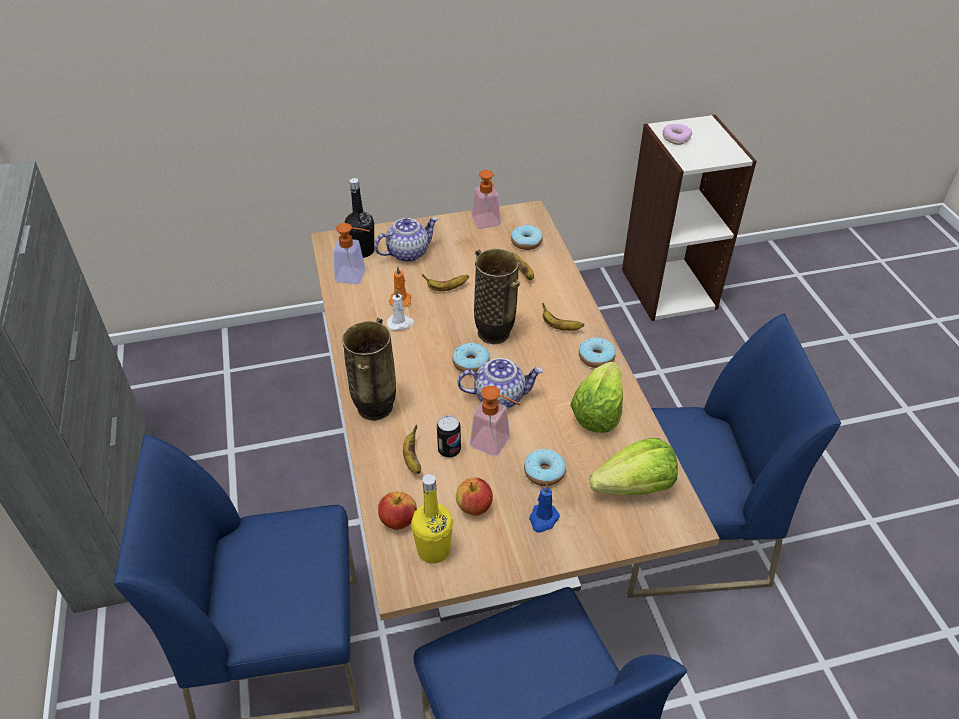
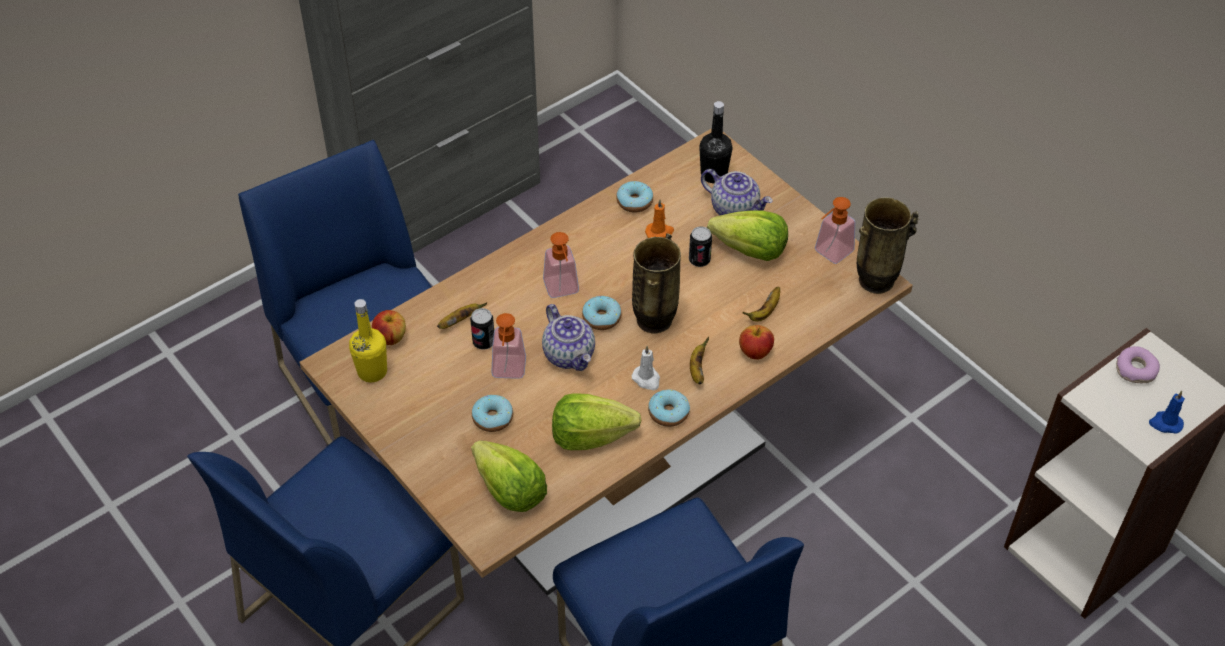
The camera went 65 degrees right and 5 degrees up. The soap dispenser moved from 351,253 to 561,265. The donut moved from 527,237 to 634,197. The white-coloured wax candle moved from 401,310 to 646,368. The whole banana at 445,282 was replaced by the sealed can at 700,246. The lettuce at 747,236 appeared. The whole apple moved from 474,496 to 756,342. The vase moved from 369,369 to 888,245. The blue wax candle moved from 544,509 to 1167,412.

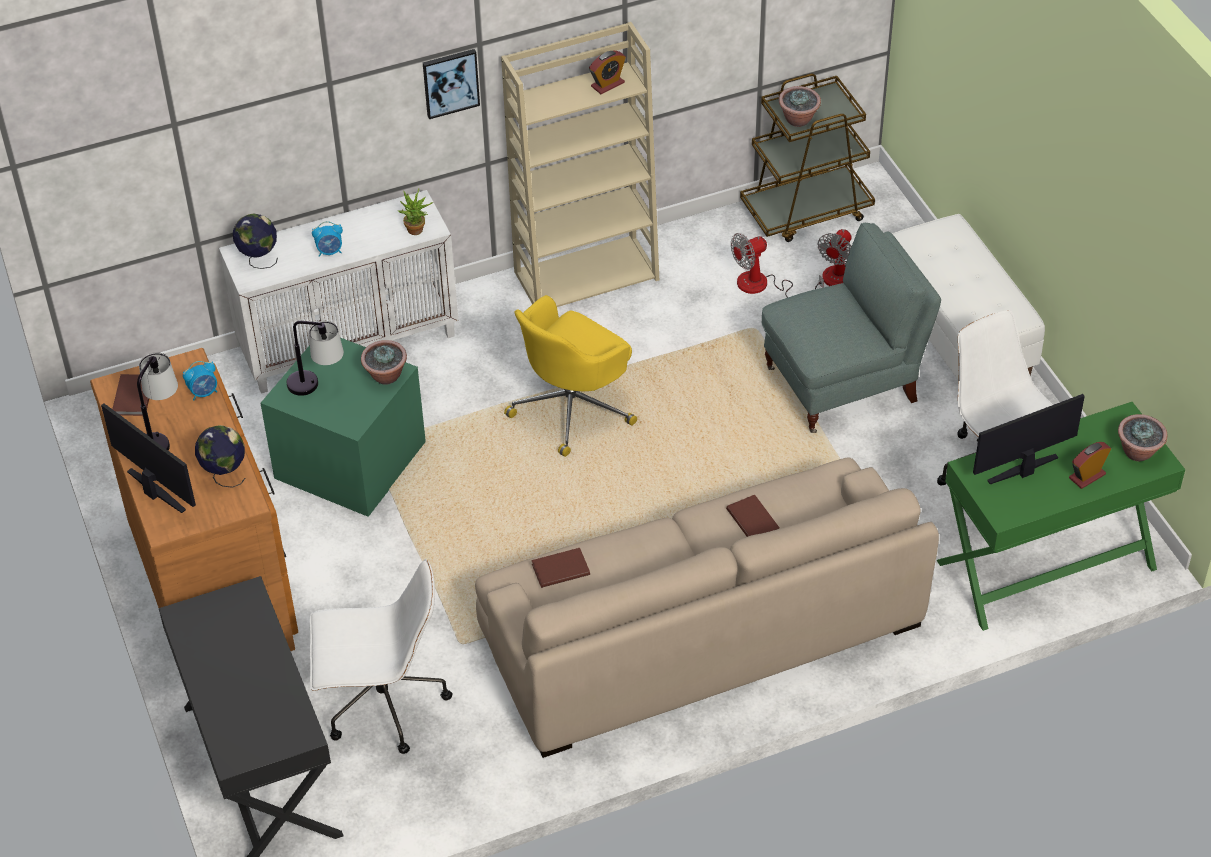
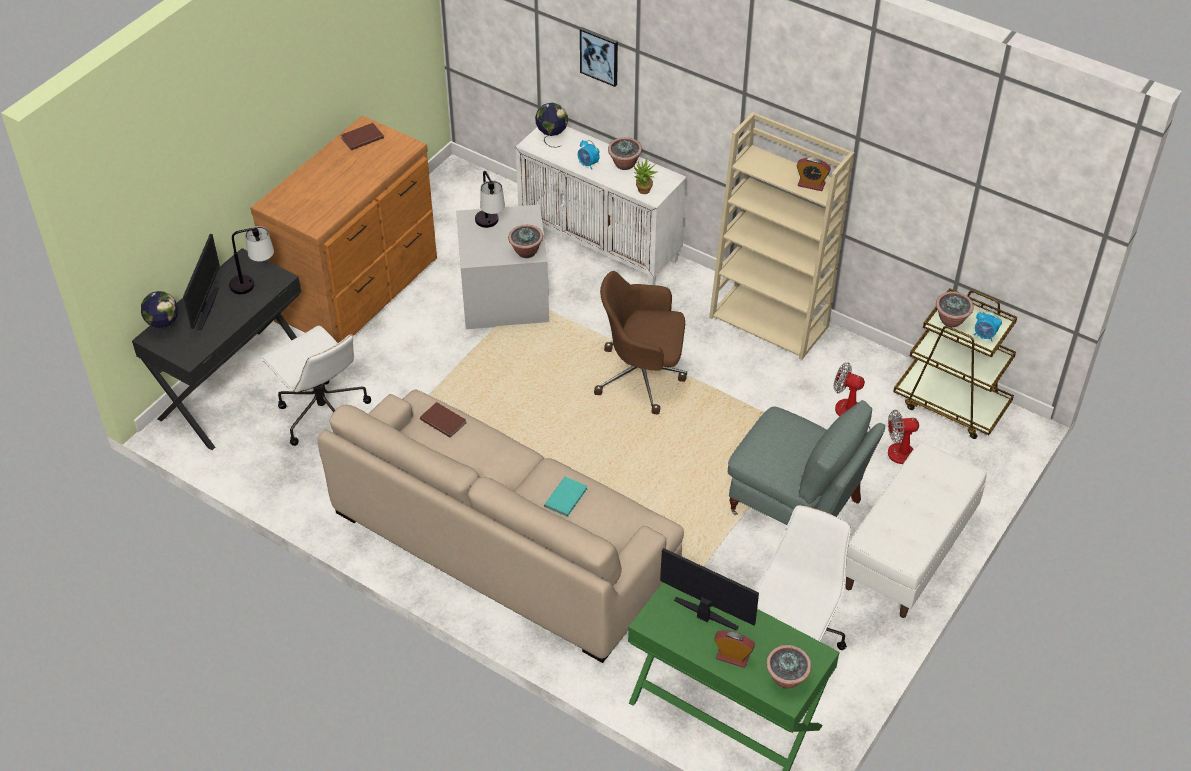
The camera went 55 degrees right and 0 degrees up. The world globe moved from 220,456 to 159,316. The monitor moved from 148,458 to 201,282. The lamp for a table moved from 157,401 to 251,260. The greenish storage bin at 343,427 became the grey storage bin at 502,267. The brownish bound book at 752,516 became the blue-green bound book at 565,497. The wall picture moved from 451,84 to 599,57. The yellowish office chair at 570,376 became the brownish office chair at 640,342. The houseplant at 625,153 appeared. The table clock moved from 200,381 to 988,326.

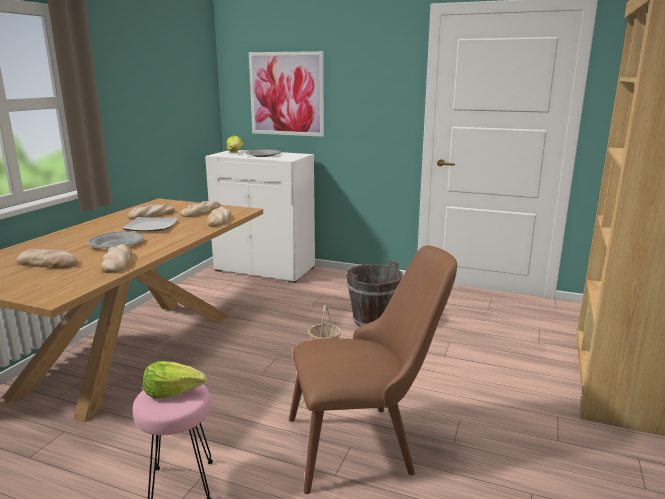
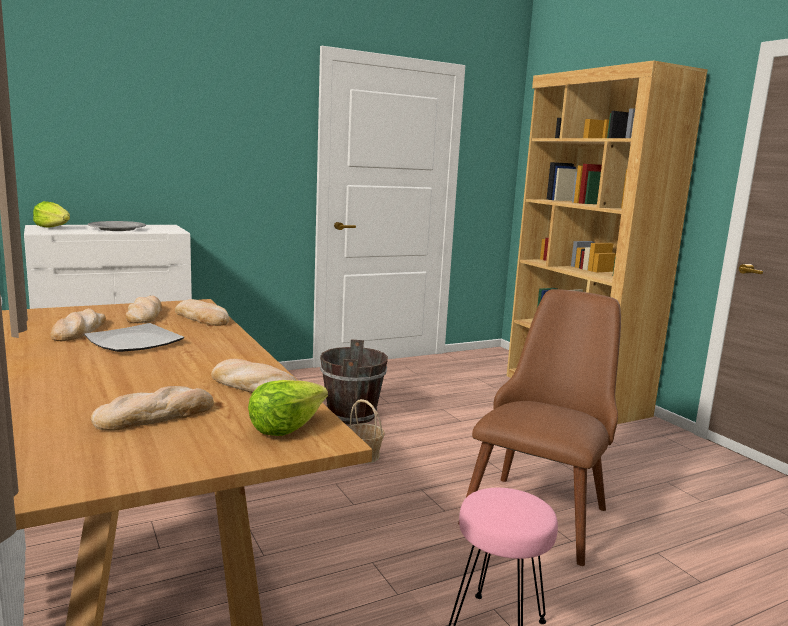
The camera went 50 degrees left and 5 degrees down. The lettuce moved from 174,380 to 288,408. The grey flat dish at 116,240 disappeared. The wall picture at 286,94 disappeared.

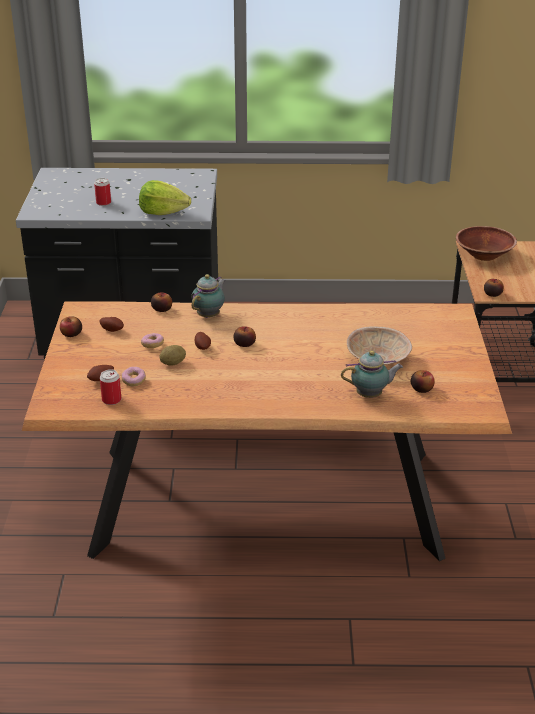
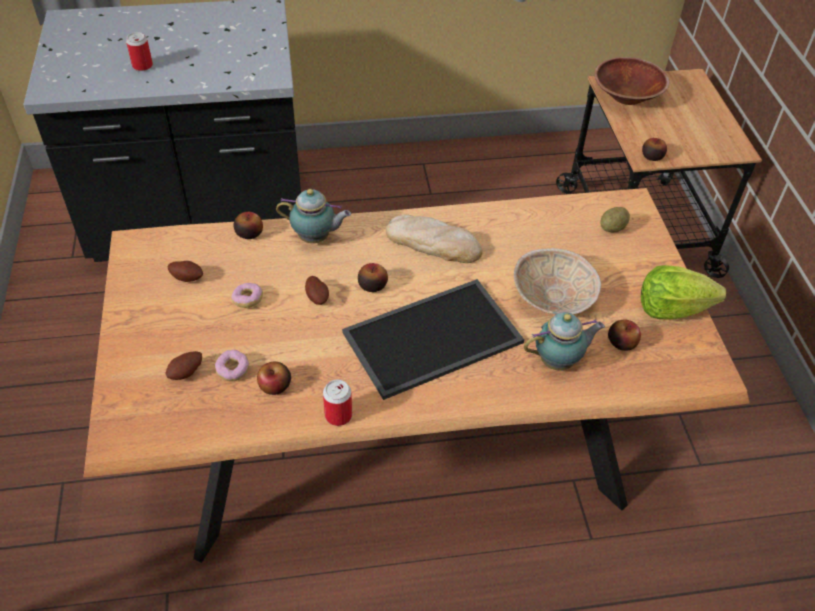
The camera went 10 degrees left and 15 degrees up. The whole apple moved from 71,326 to 274,378. The teapot at 208,296 turned 75 degrees clockwise. The sealed can moved from 110,387 to 337,402. The tray at 433,339 appeared. The bread at 434,238 appeared. The spud moved from 173,355 to 615,219. The lettuce moved from 165,197 to 683,292.

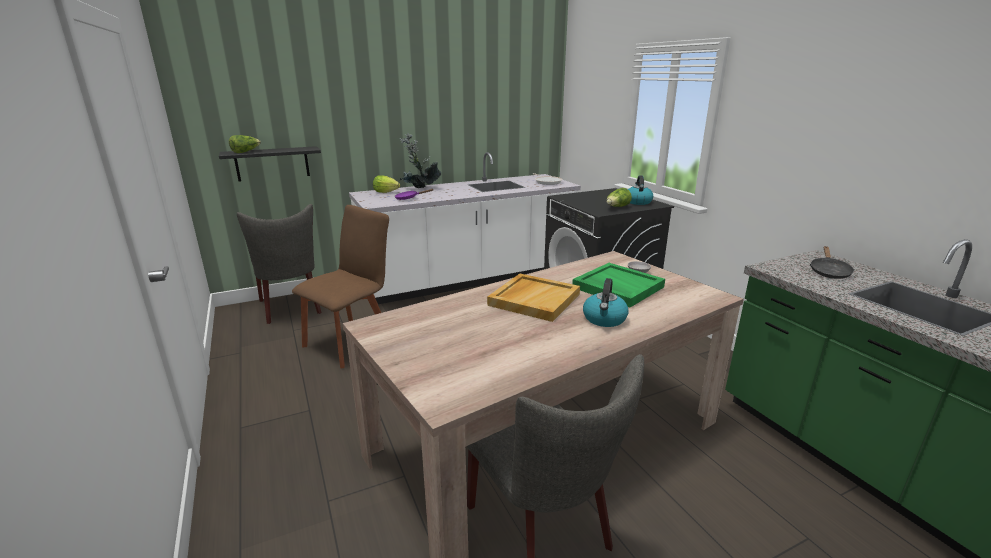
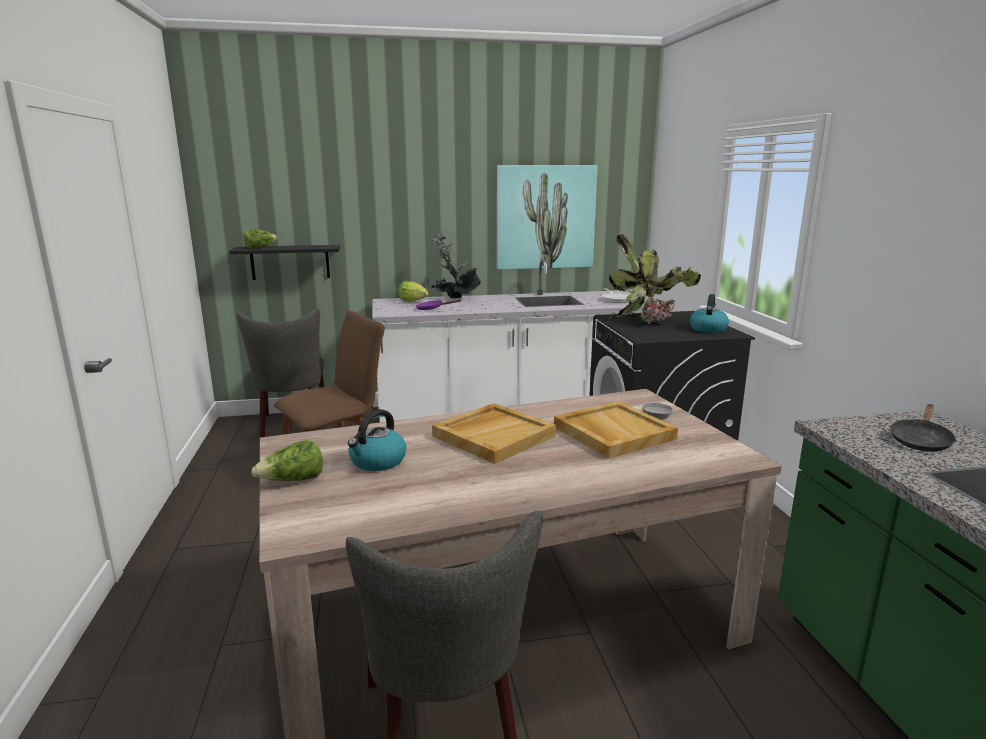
The camera went 15 degrees right and 5 degrees down. The lettuce moved from 619,197 to 287,460. The kettle moved from 606,302 to 377,440. The wall picture at 547,217 appeared. The greenish tray at 618,285 became the beige-coloured tray at 616,430. The houseplant at 655,279 appeared.

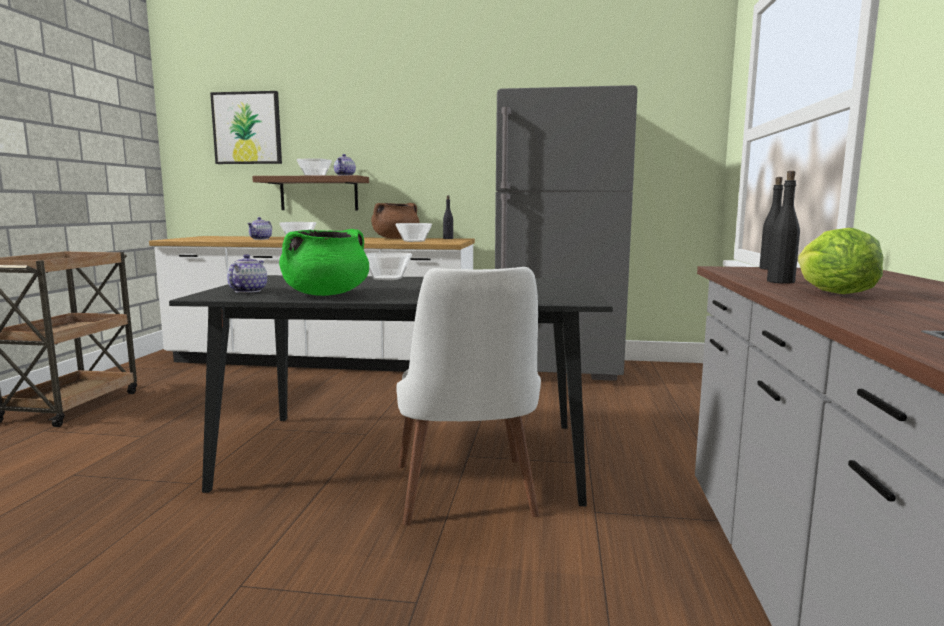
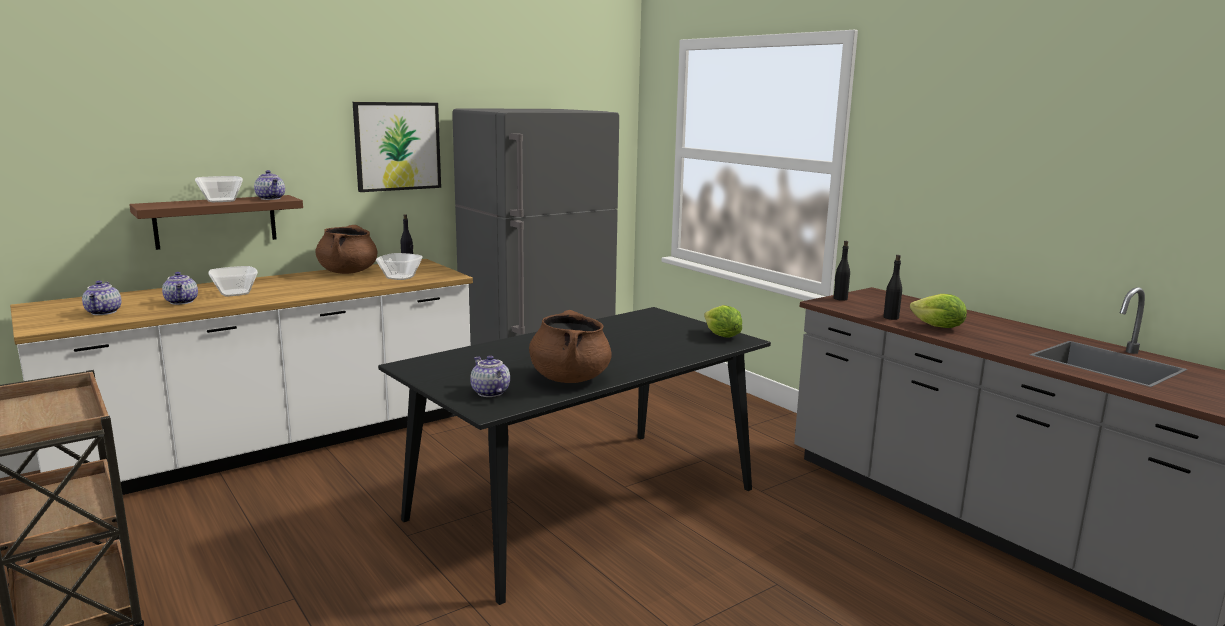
The camera went 45 degrees left and 5 degrees up. The teapot at 101,298 appeared. The wall picture moved from 246,127 to 397,147. The greenish stockpot at 324,262 became the brownish stockpot at 570,346. The lettuce at 723,321 appeared. The bowl at 389,266 disappeared. The white-coloured plain chair at 468,396 disappeared.

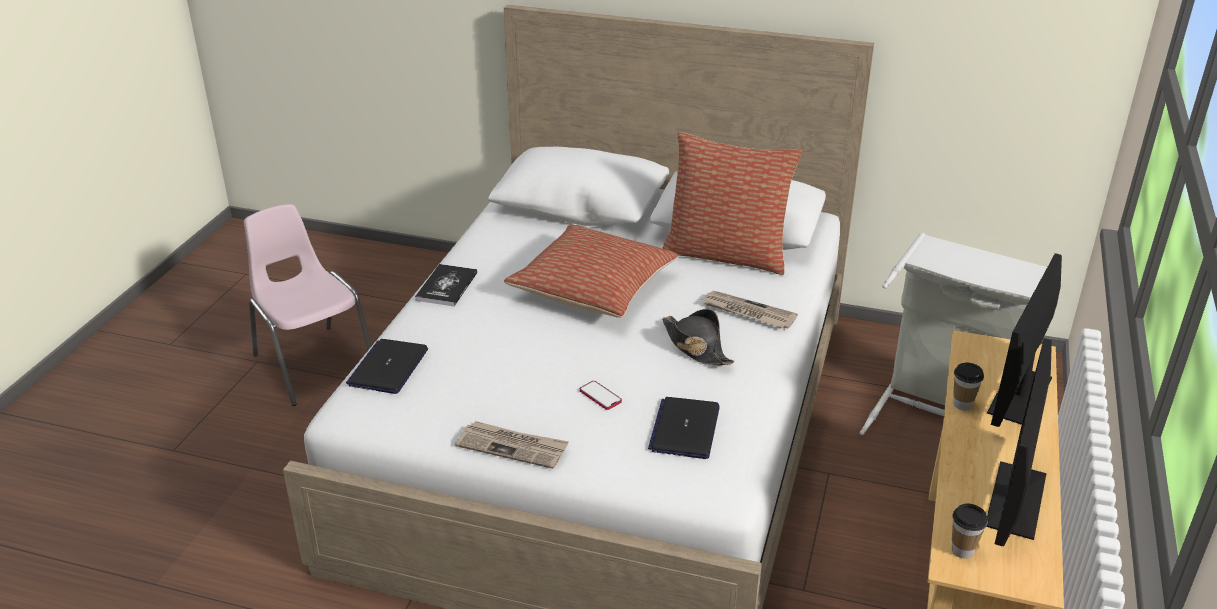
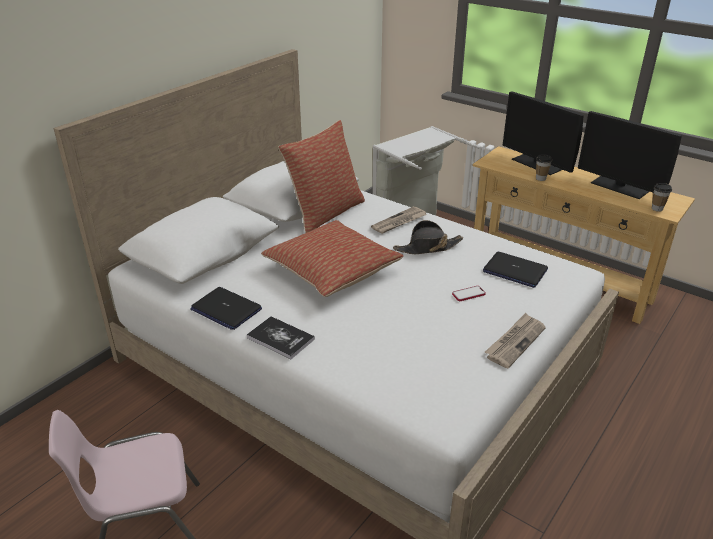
The camera went 70 degrees left and 0 degrees up. The notebook computer moved from 387,366 to 226,308.

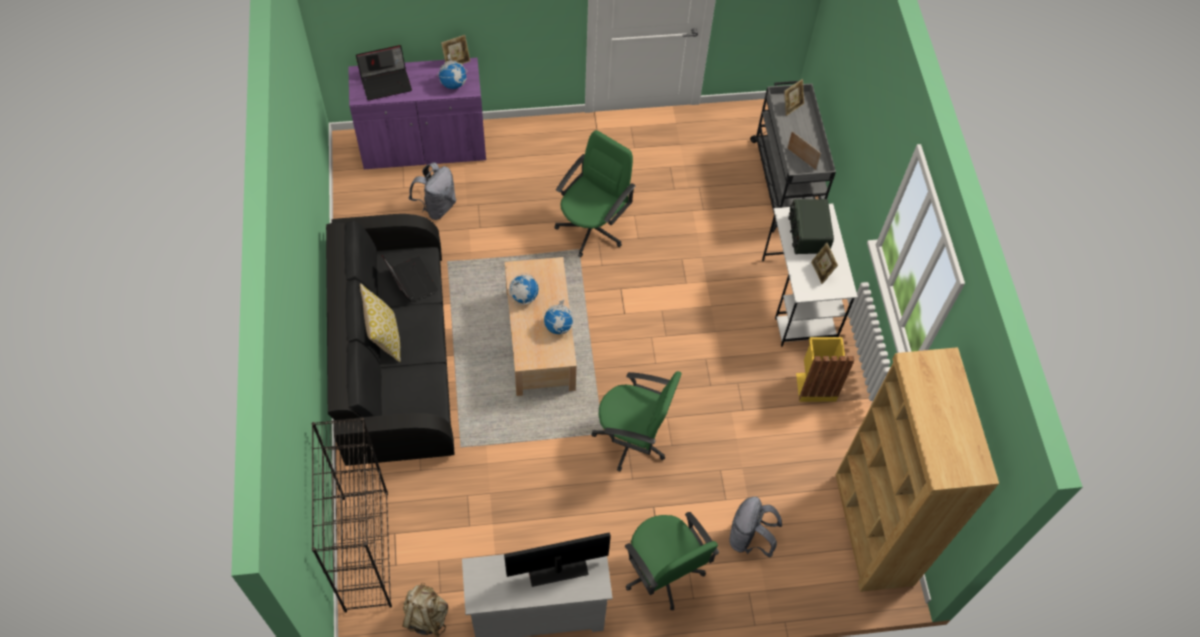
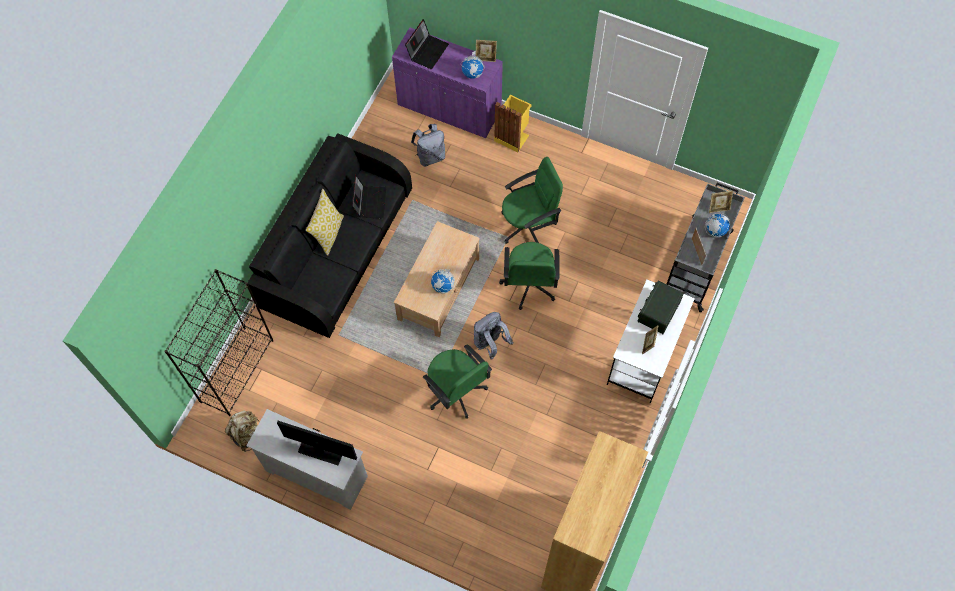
The camera went 35 degrees right and 5 degrees up. The notebook computer at 384,72 turned 75 degrees counterclockwise. The grey rucksack moved from 756,527 to 494,336. The yellowish trash can moved from 825,369 to 512,123. The greenish office chair moved from 672,561 to 529,276. The world globe moved from 523,289 to 717,225.

